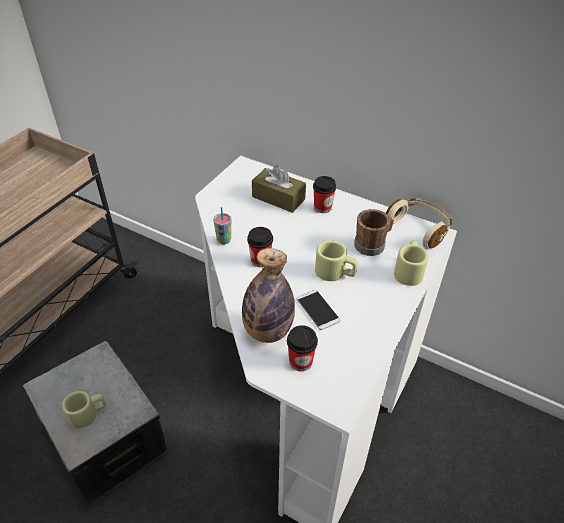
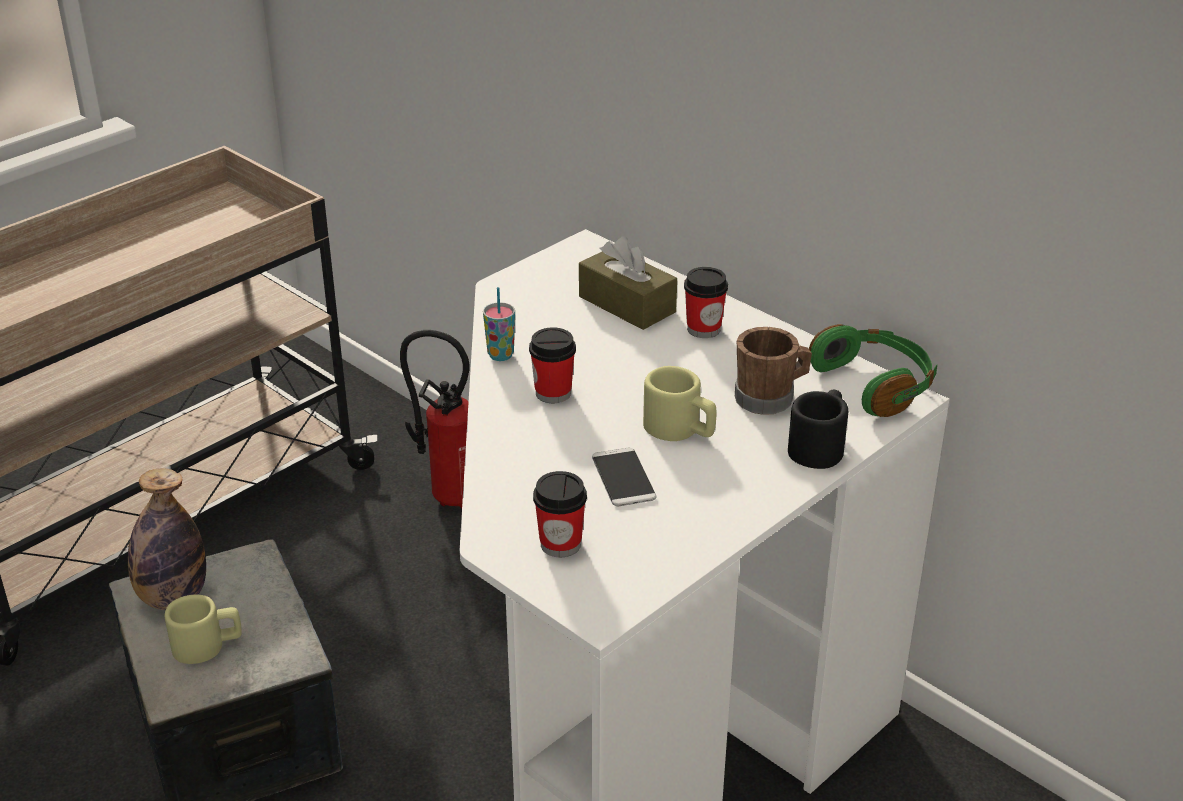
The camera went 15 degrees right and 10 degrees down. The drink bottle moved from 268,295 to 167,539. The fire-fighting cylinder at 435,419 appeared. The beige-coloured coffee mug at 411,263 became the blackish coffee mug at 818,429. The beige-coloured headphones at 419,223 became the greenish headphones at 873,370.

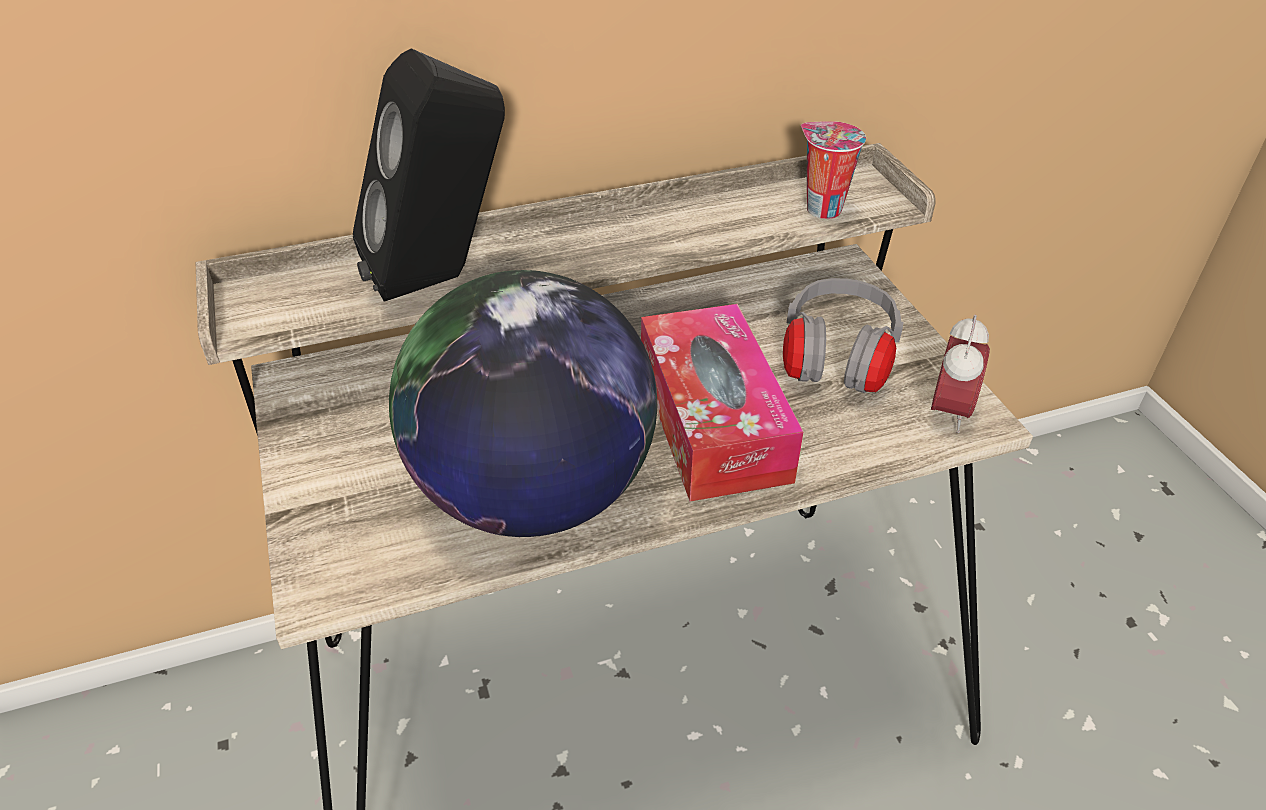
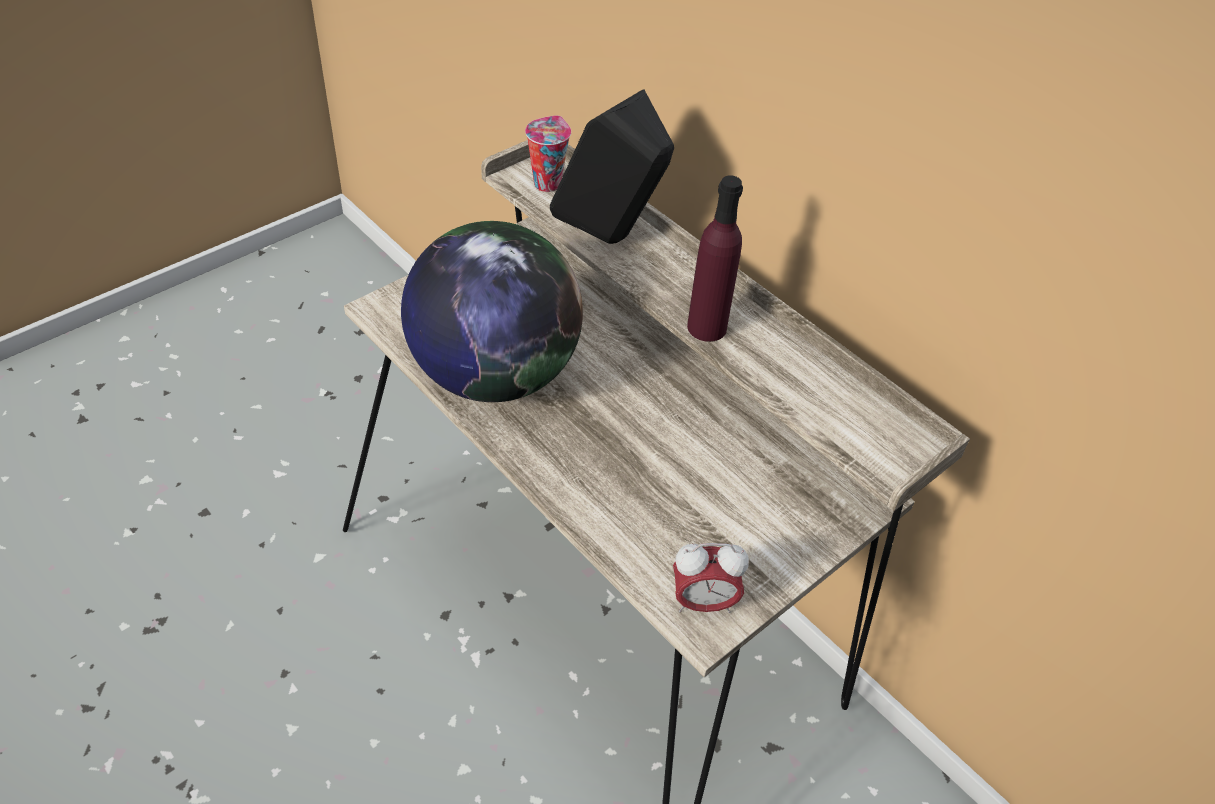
The camera went 65 degrees right and 5 degrees up. The drinking cup moved from 833,170 to 548,153. The purple drink bottle at 715,259 appeared. The tissue box at 722,402 disappeared. The grey headphones at 843,335 disappeared.

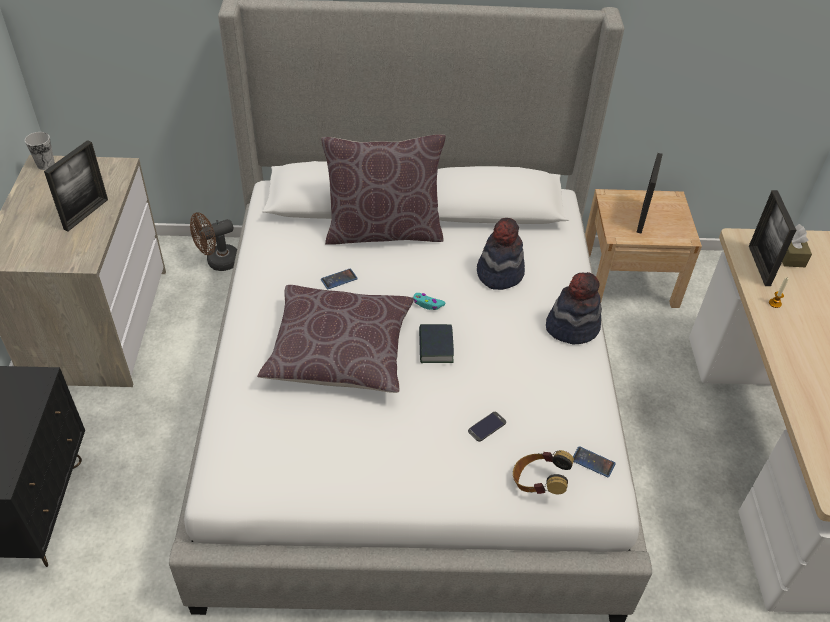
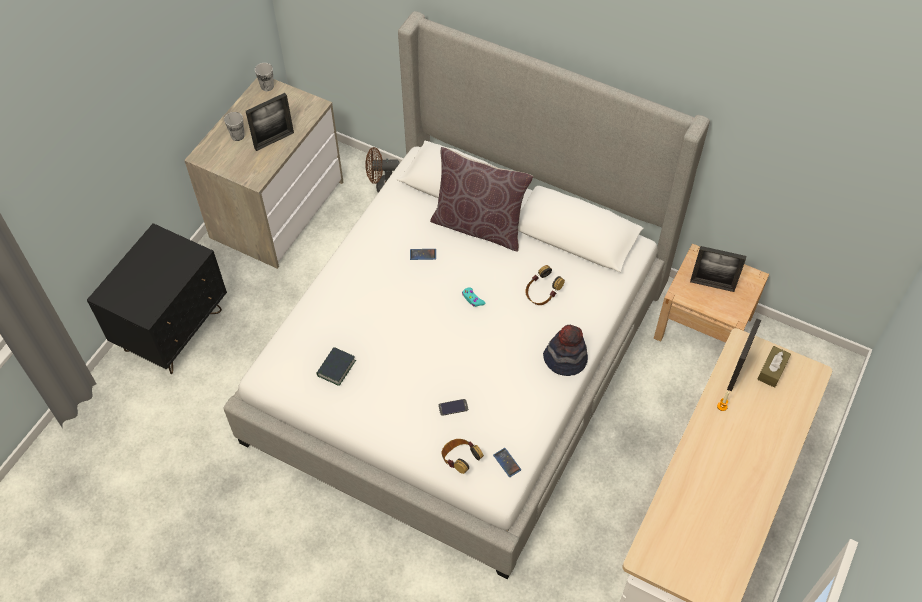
The camera went 30 degrees right and 10 degrees up. The drinking cup at 234,126 appeared. The bound book moved from 436,343 to 336,366. The clothing hat at 501,254 was replaced by the headphones at 545,285. The standing frame at 649,193 turned 60 degrees clockwise. The brownish cushion at 335,339 disappeared.

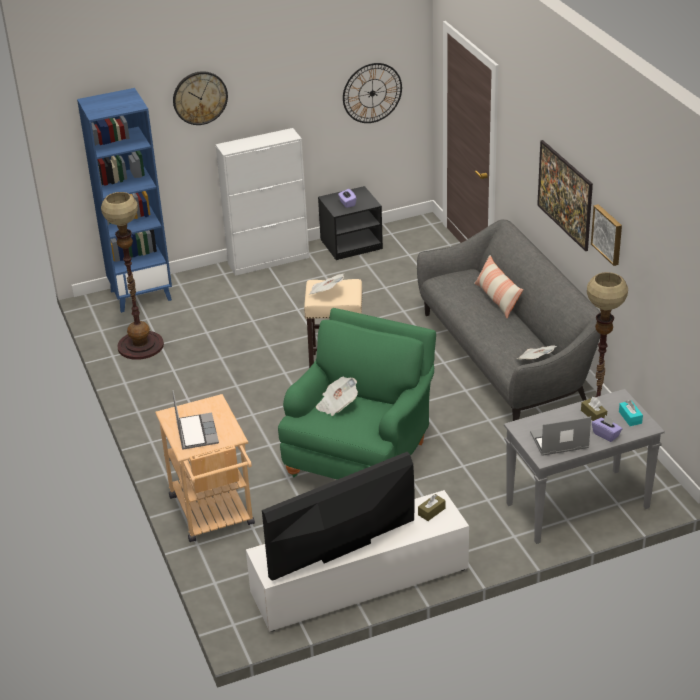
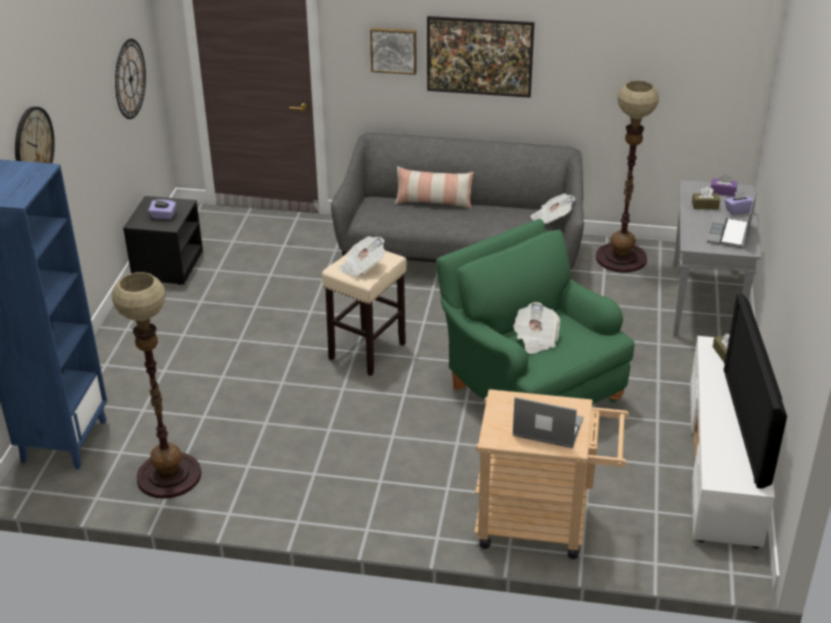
The camera went 60 degrees left and 0 degrees up. The wall picture moved from 606,235 to 393,51. The blue-green tissue box at 631,413 became the purple tissue box at 724,185. The white-coloured cupboard at 262,202 disappeared.

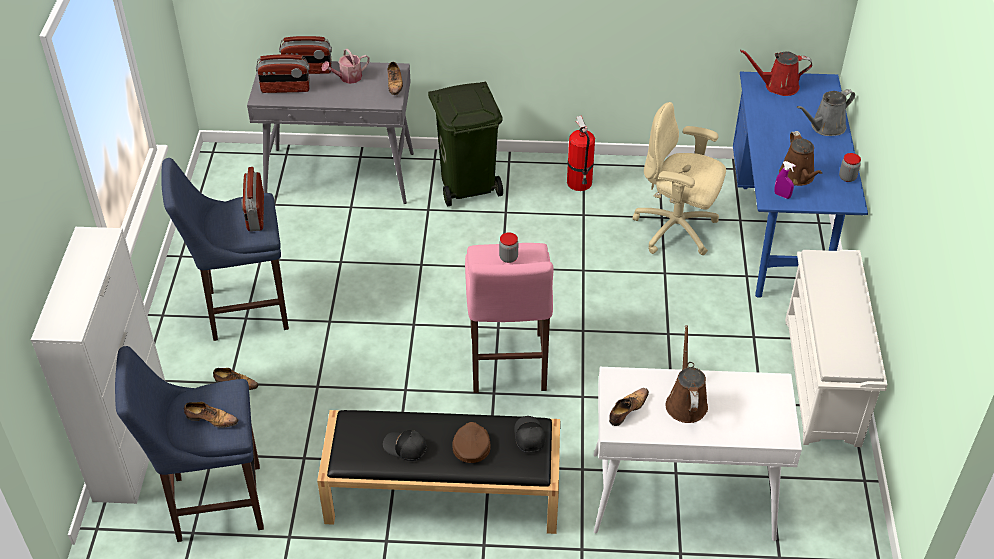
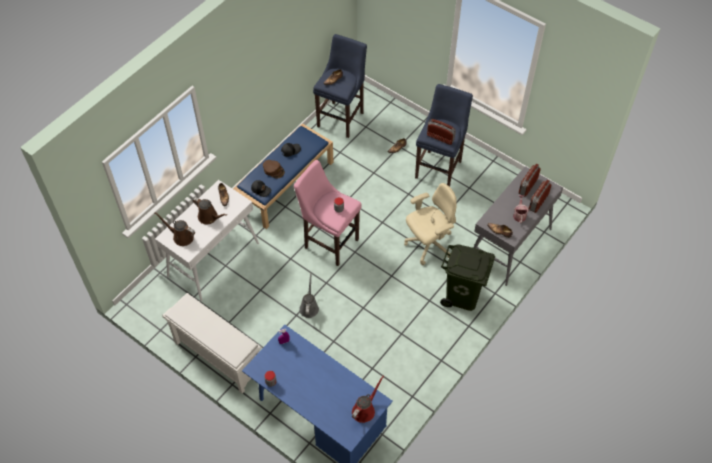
The camera went 125 degrees right and 10 degrees up. The brownish watering pot moved from 800,158 to 174,229. The blackish long seat at 439,472 became the blue long seat at 283,176. The grey watering pot moved from 826,112 to 309,295. The beige-coloured office chair moved from 679,178 to 430,224. The white-coloured cupboard at 98,365 disappeared. The fire-fighting cylinder at 581,153 disappeared.

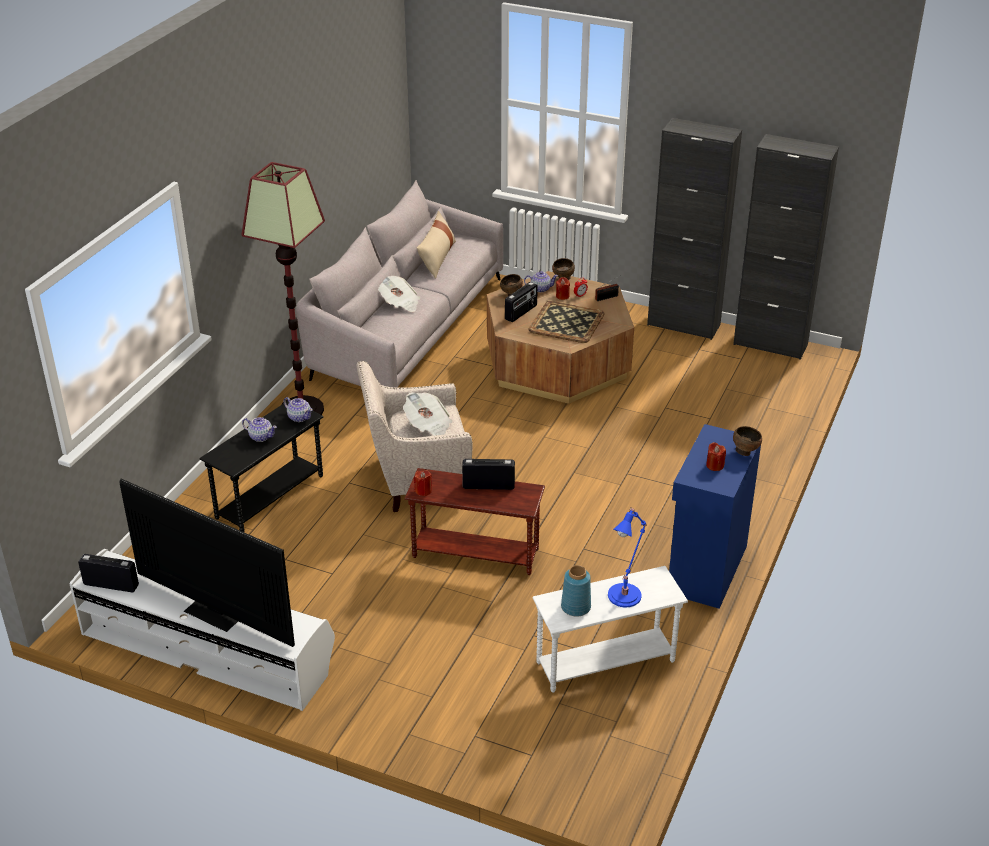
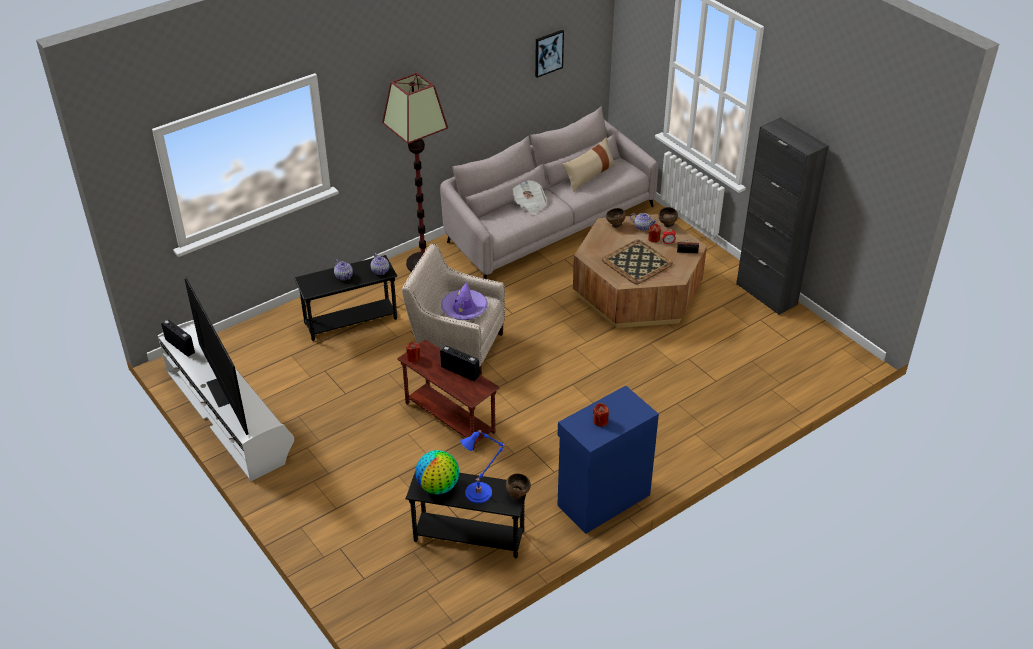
The camera went 30 degrees right and 5 degrees up. The white-coloured accent table at 610,629 became the blackish accent table at 466,514. The blue vase at 576,590 was replaced by the world globe at 437,472. The printed paper at 428,414 was replaced by the purple clothing hat at 464,301. The brownish bowl moved from 747,441 to 518,486. The wall picture at 549,54 appeared. The radio receiver at 521,302 disappeared. The blackish cupboard at 786,247 disappeared.

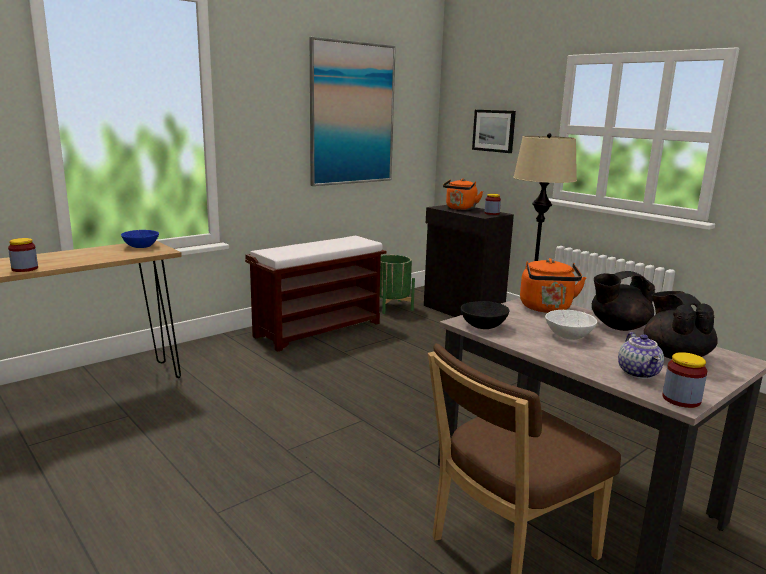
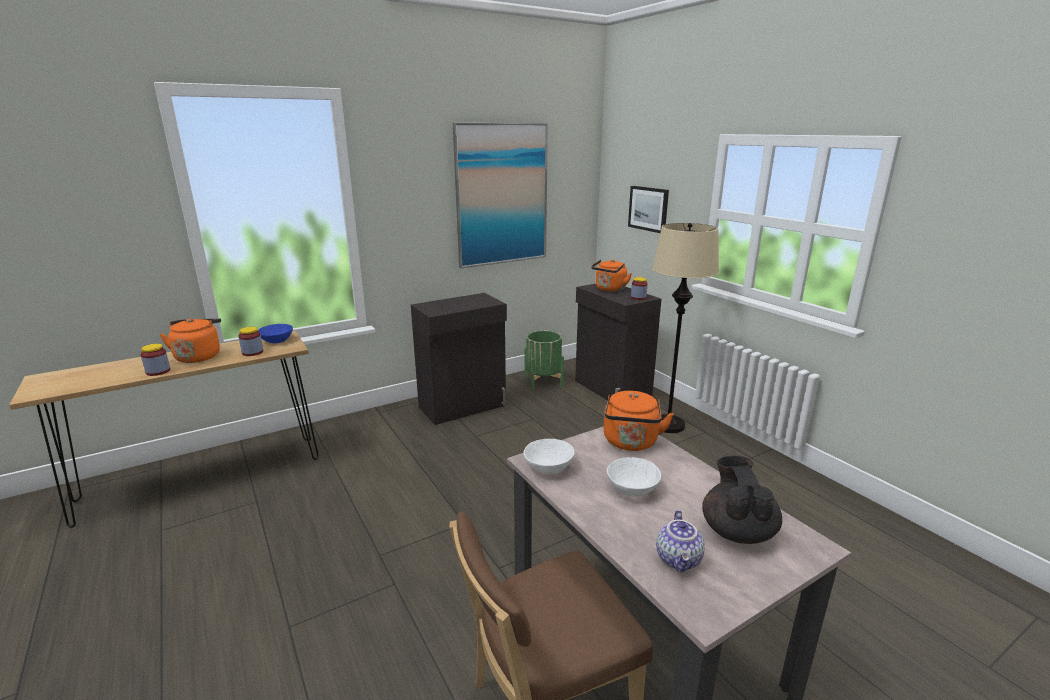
The camera went 10 degrees right and 5 degrees up. The orange kettle at 190,340 appeared. The preserve jar moved from 684,380 to 251,341. The brownish long seat at 316,294 was replaced by the blackish cupboard at 459,359. The blackish bowl at 485,315 became the white-coloured bowl at 549,456. The blackish teapot at 623,301 disappeared.

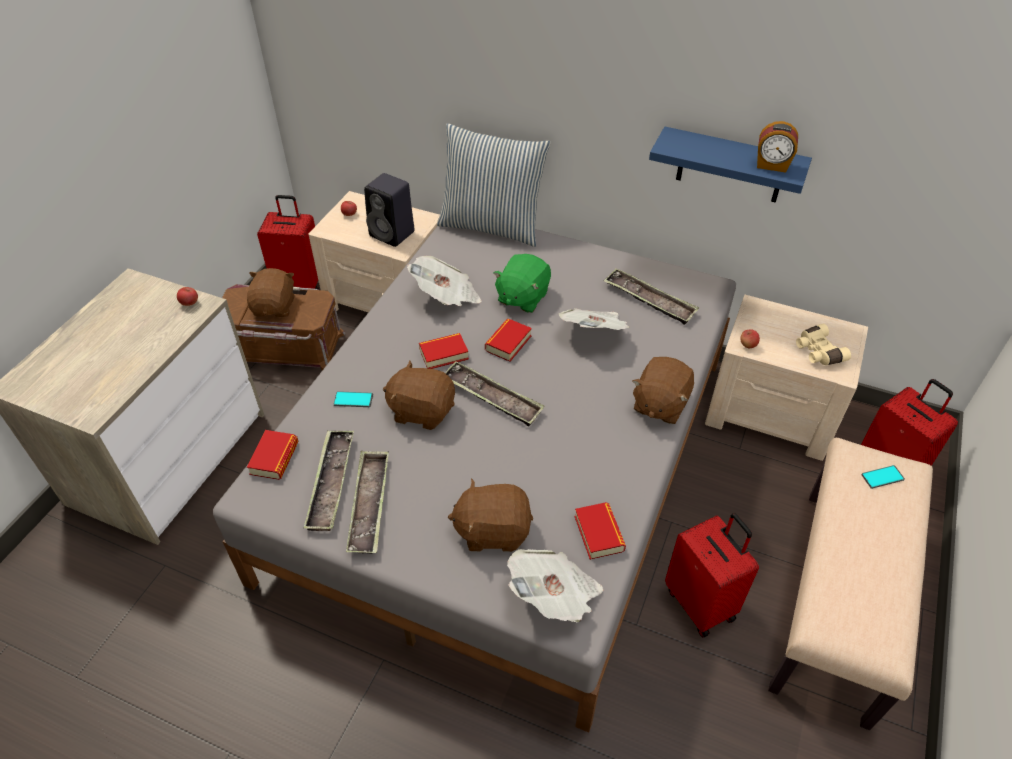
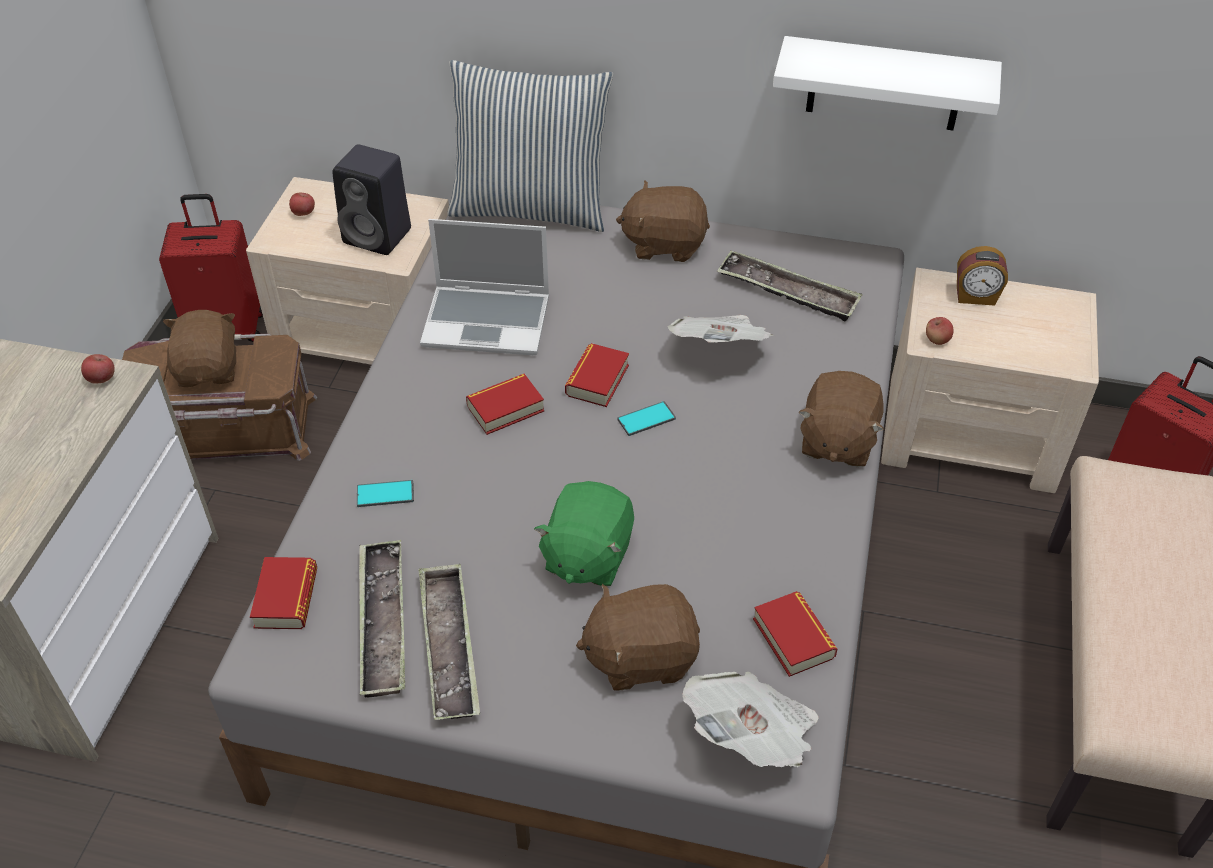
The camera went 10 degrees left and 0 degrees up. The printed paper at 444,281 was replaced by the notebook computer at 484,287. The greenish cuddly toy moved from 522,283 to 584,533. The brownish cuddly toy moved from 419,395 to 663,221. The handset moved from 883,477 to 647,418. The blue bracket shelf at 730,165 became the white-coloured bracket shelf at 887,83. The table clock moved from 777,147 to 982,276. The tray at 495,393 disappeared. The reddish piece of luggage at 712,575 disappeared. The beige-coloured pair of binoculars at 823,344 disappeared.

